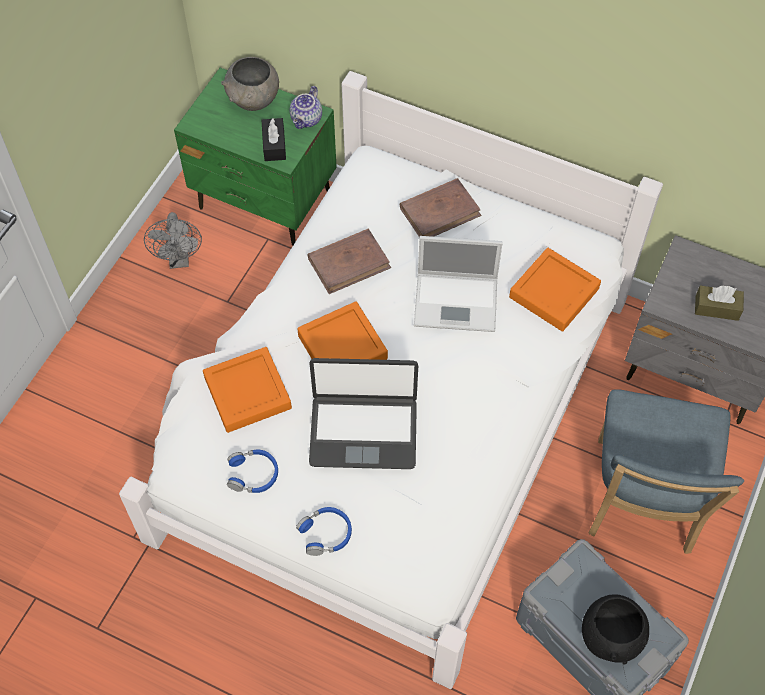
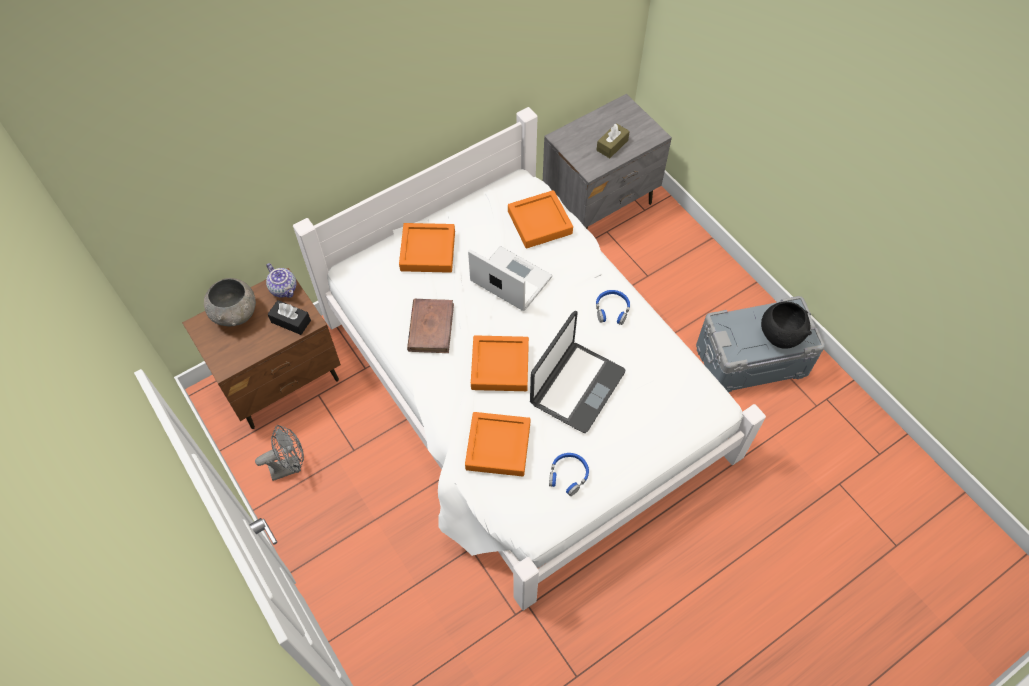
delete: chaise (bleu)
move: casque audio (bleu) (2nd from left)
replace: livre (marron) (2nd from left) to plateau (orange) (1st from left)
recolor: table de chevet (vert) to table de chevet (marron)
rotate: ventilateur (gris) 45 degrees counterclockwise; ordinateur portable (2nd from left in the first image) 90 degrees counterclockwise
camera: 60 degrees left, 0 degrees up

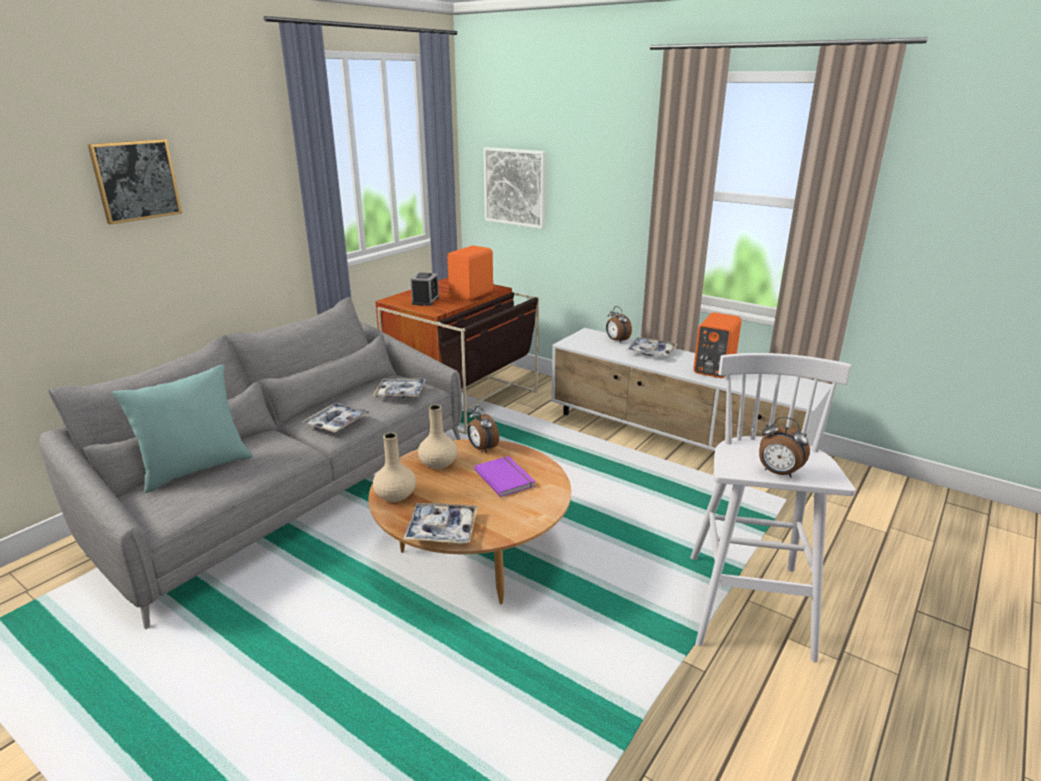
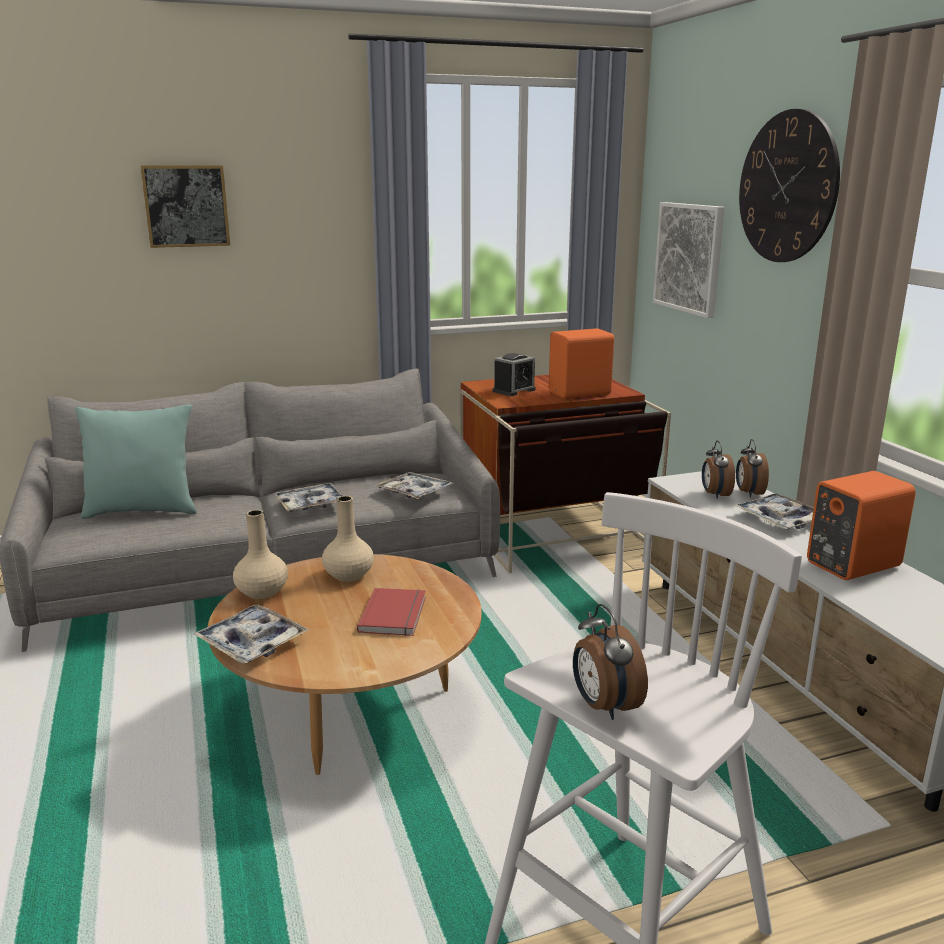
insert: horloge murale
move: réveil (2nd from left in the first image) to réveil (3rd from left)
recolor: livre (violet) to livre (rouge)
camera: 35 degrees right, 5 degrees down

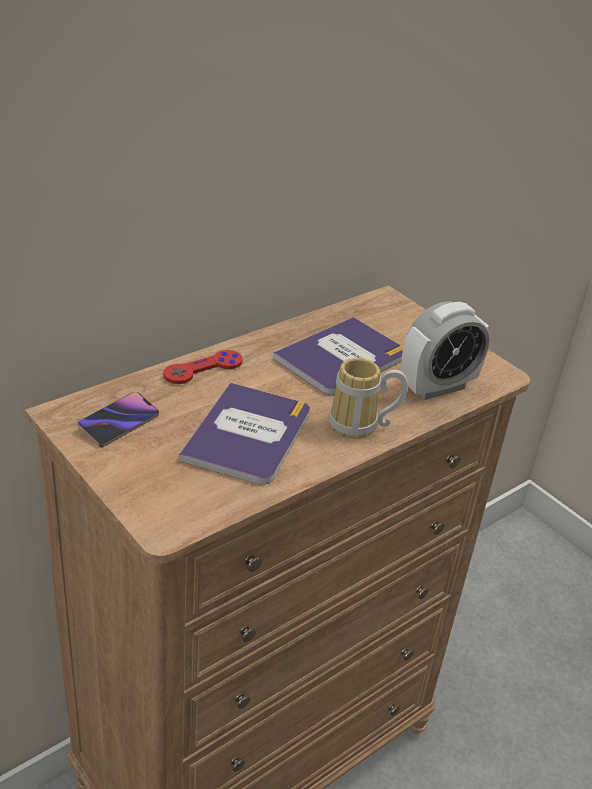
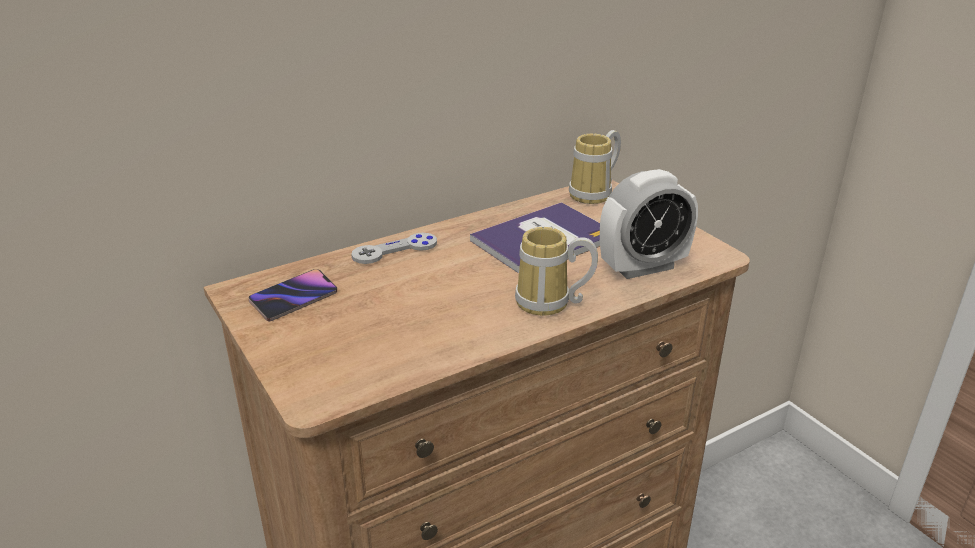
delete: livre (1st from left)
insert: mug (2nd from left)
recolor: manette (rouge) to manette (gris)
camera: 10 degrees right, 5 degrees down

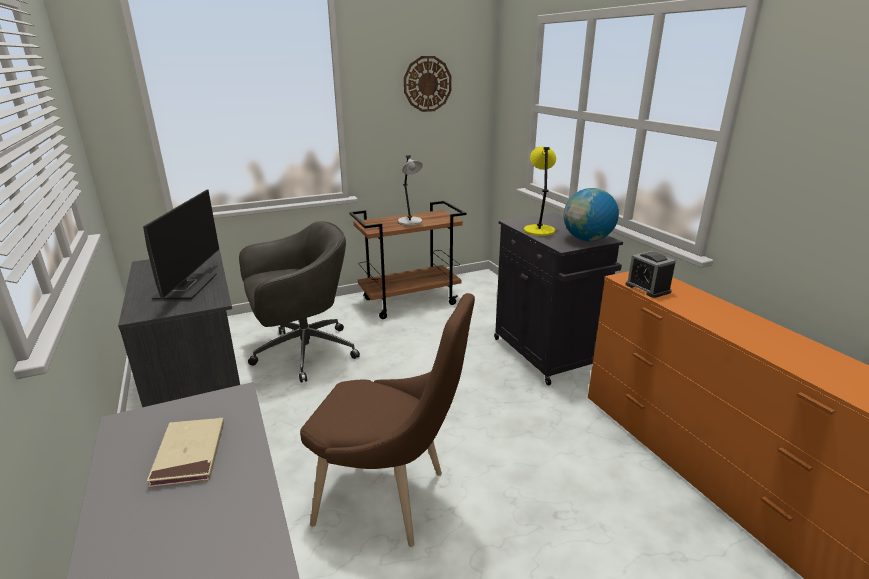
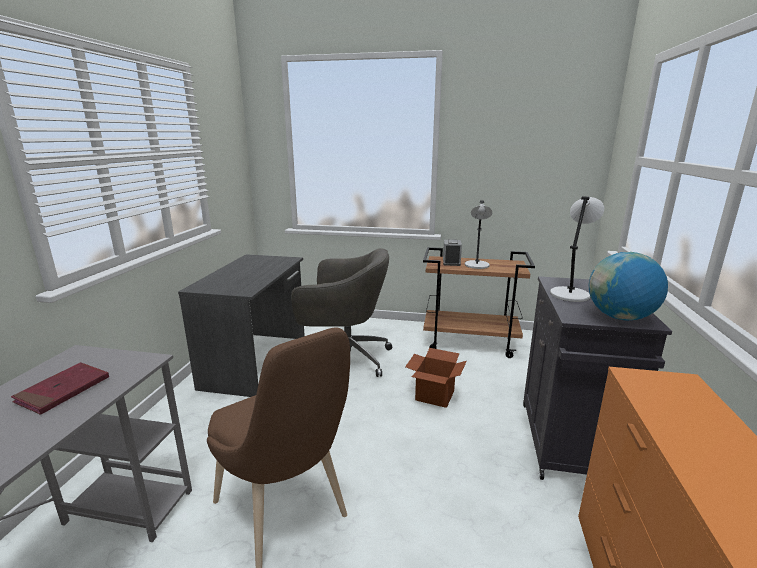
delete: écran d'ordinateur; horloge murale
insert: carton
move: réveil
recolor: livre (beige) to livre (rouge); lampe de table (jaune) to lampe de table (gris) (2nd from left)
camera: 35 degrees right, 5 degrees down

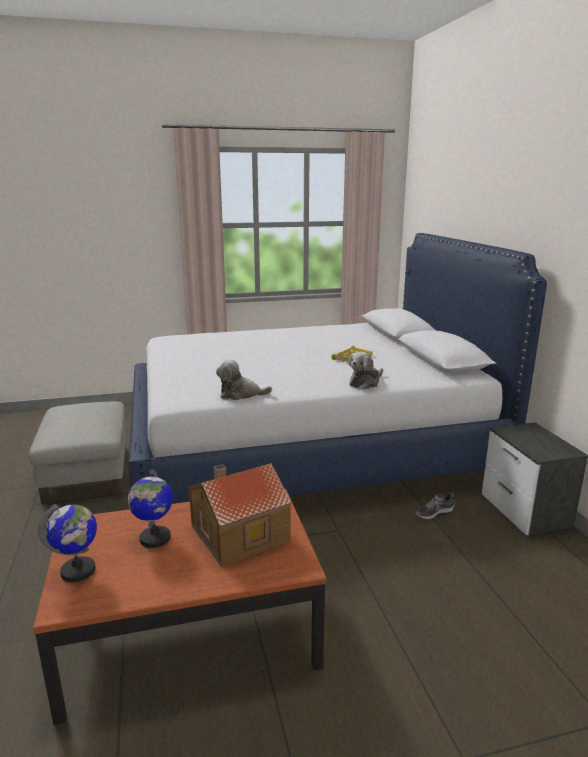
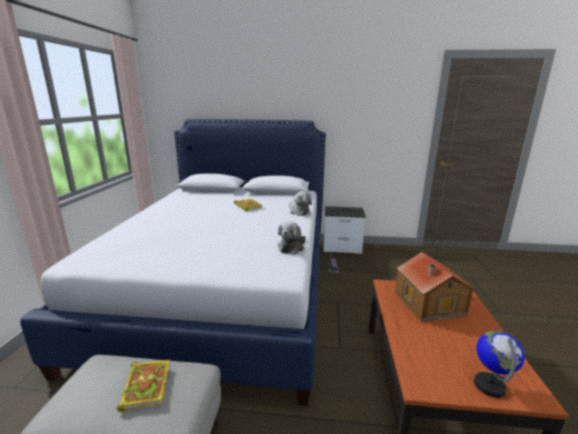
delete: globe (2nd from left)
insert: livre (1st from left)
camera: 70 degrees left, 0 degrees up

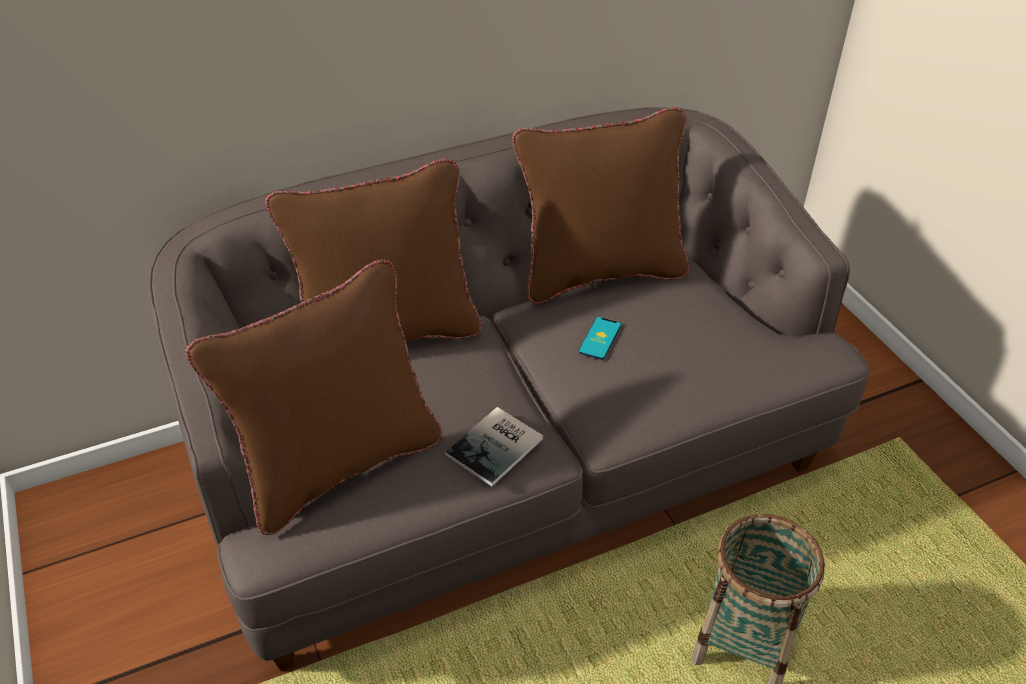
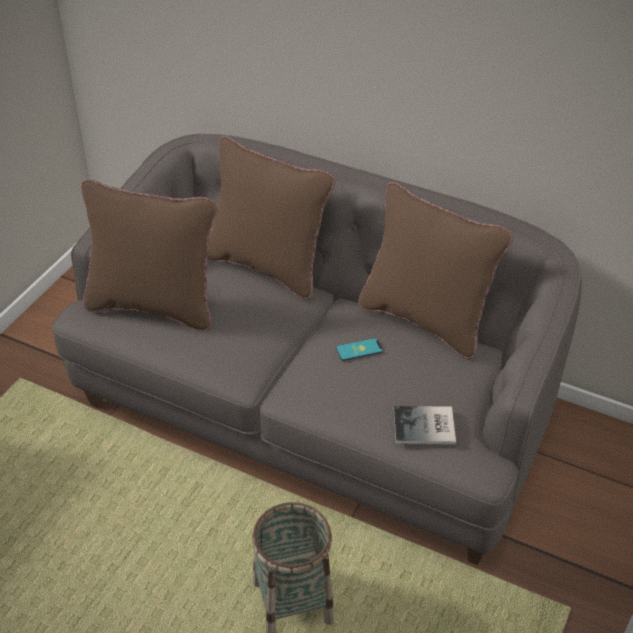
move: livre
camera: 50 degrees right, 0 degrees up

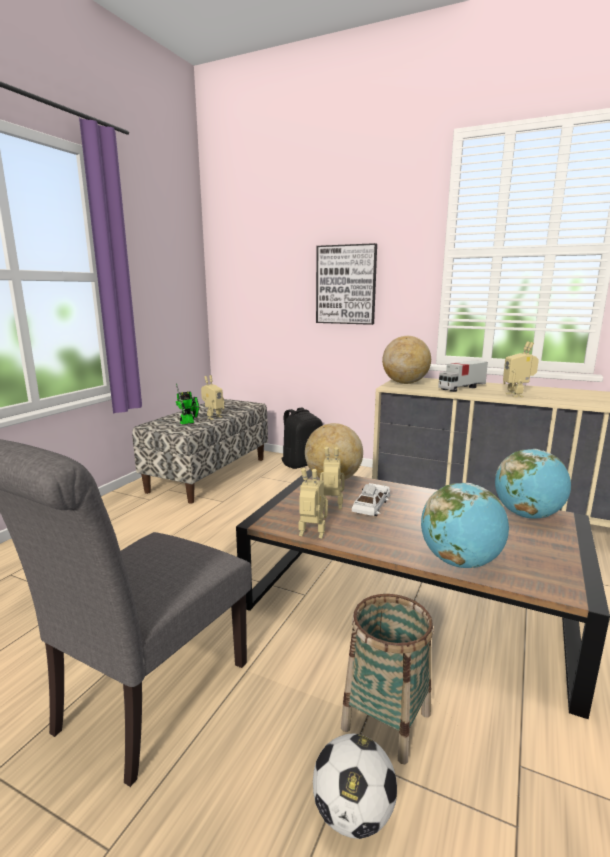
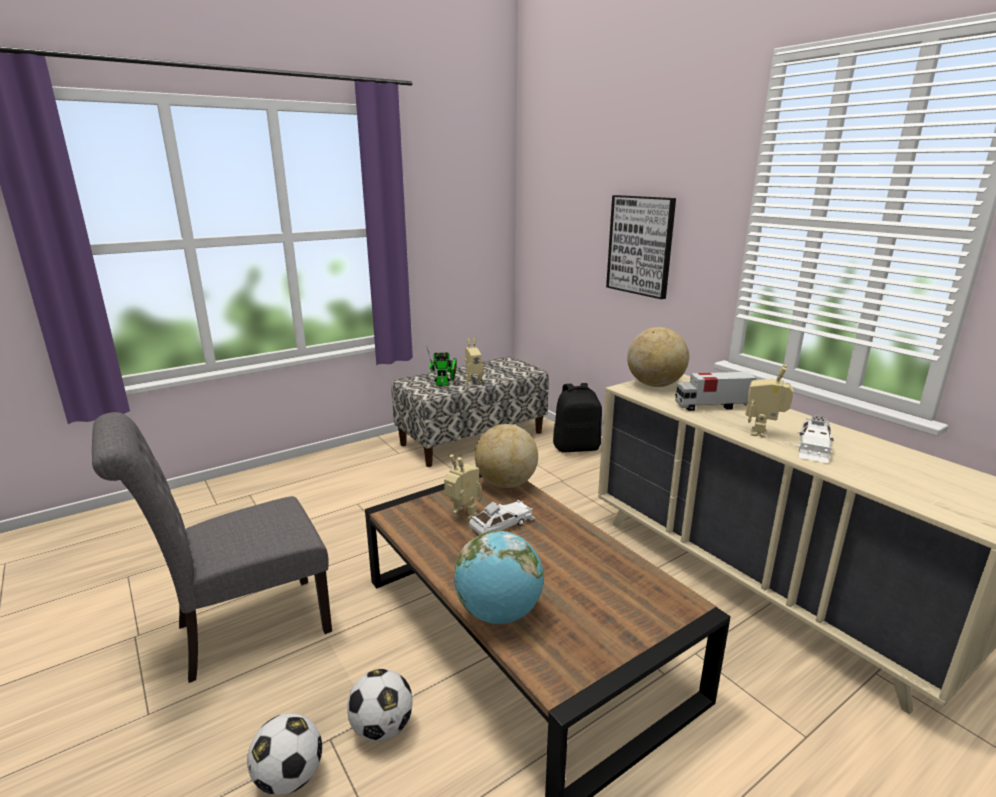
delete: robot jouet (3rd from left); globe (4th from left)
insert: petite voiture (blanc) (2nd from left)
replace: panier to ballon de foot (2nd from left)
camera: 30 degrees right, 5 degrees up

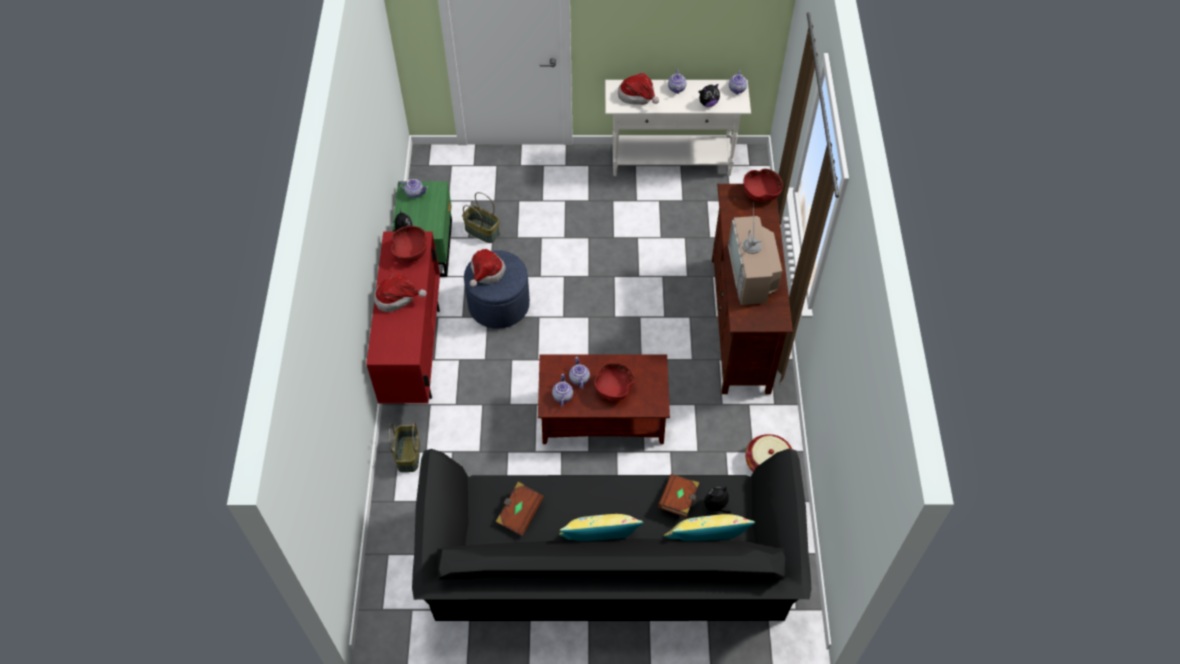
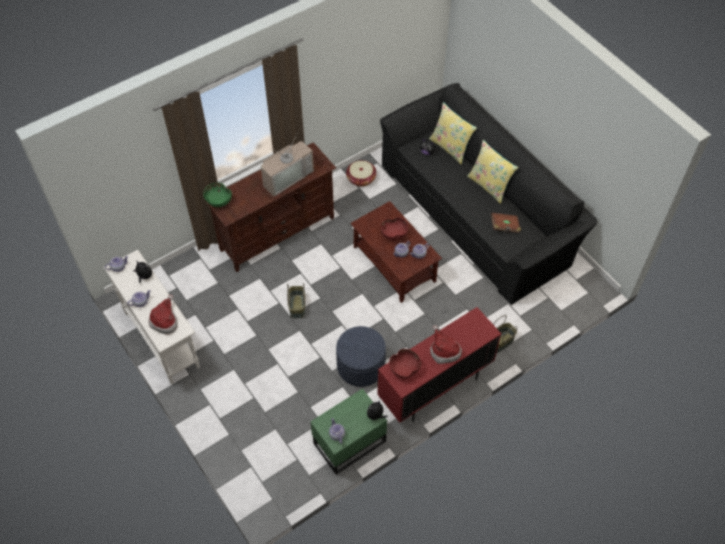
delete: chapeau (2nd from left); livre (marron) (2nd from left)
move: panier (2nd from left in the first image) to panier (1st from left)
recolor: bol (rouge) (3rd from left) to bol (vert)
camera: 125 degrees left, 0 degrees up

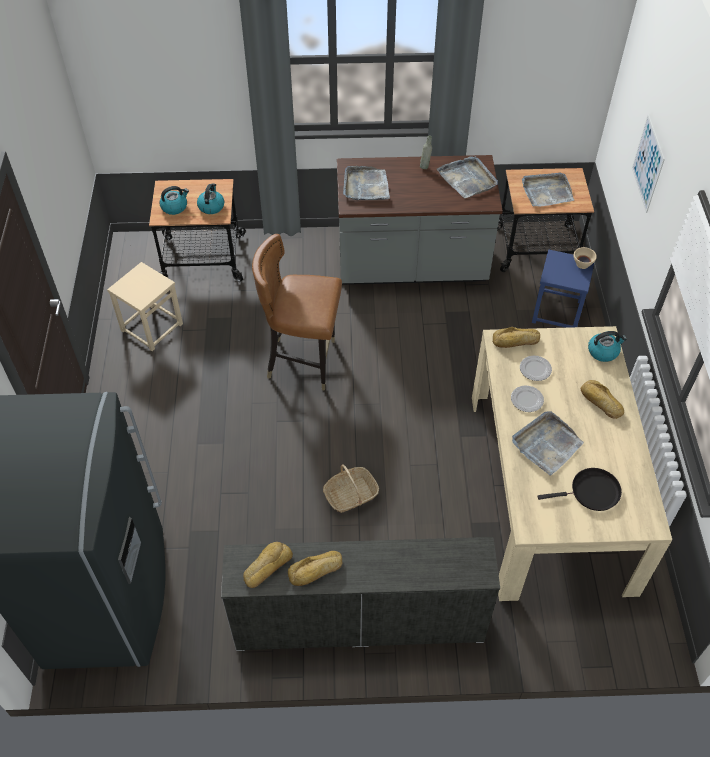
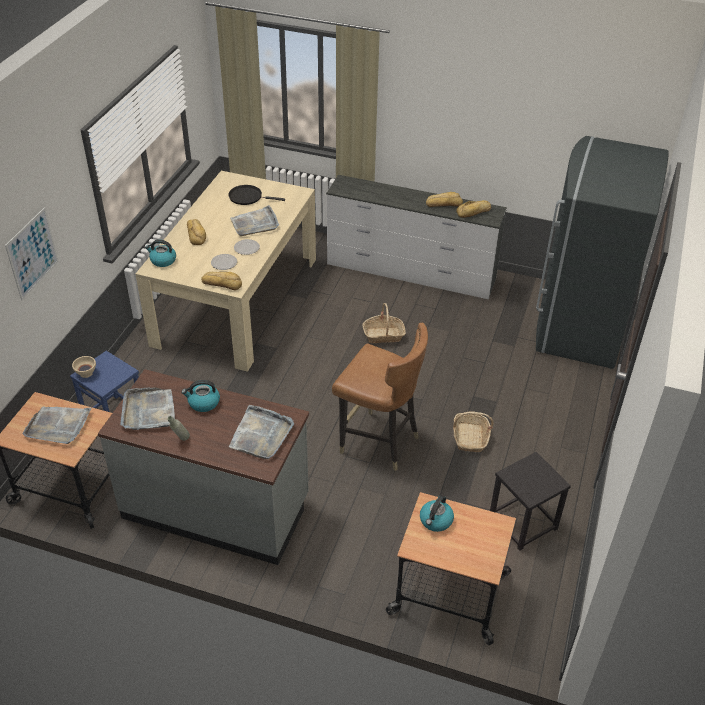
insert: panier (2nd from left)
move: bouilloire (1st from left in the first image) to bouilloire (2nd from left)
recolor: tabouret (beige) to tabouret (noir)
camera: 160 degrees left, 10 degrees down

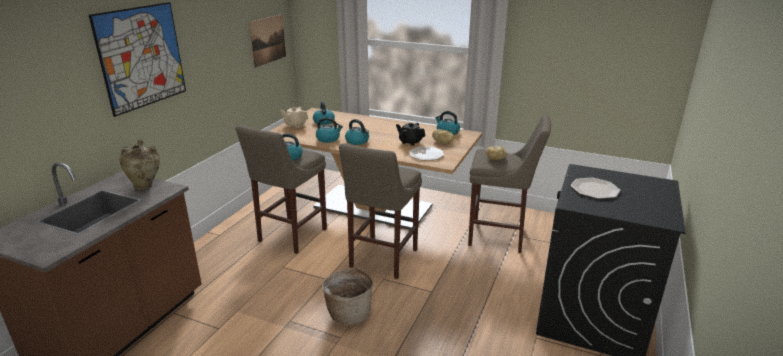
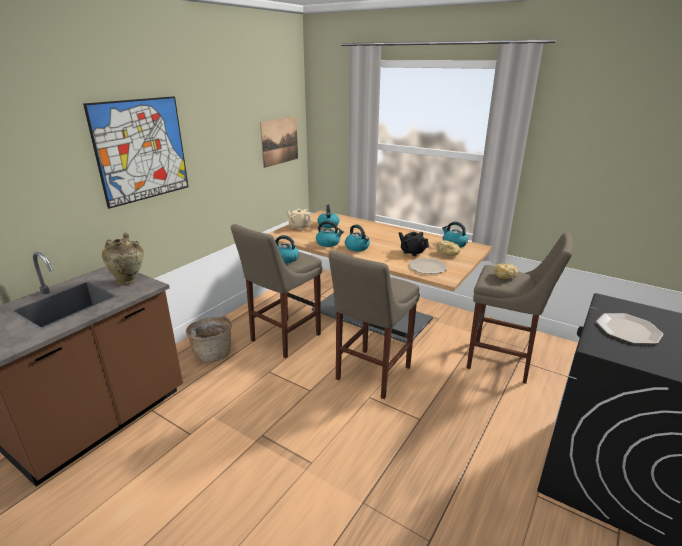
move: panier
camera: 10 degrees right, 0 degrees up

